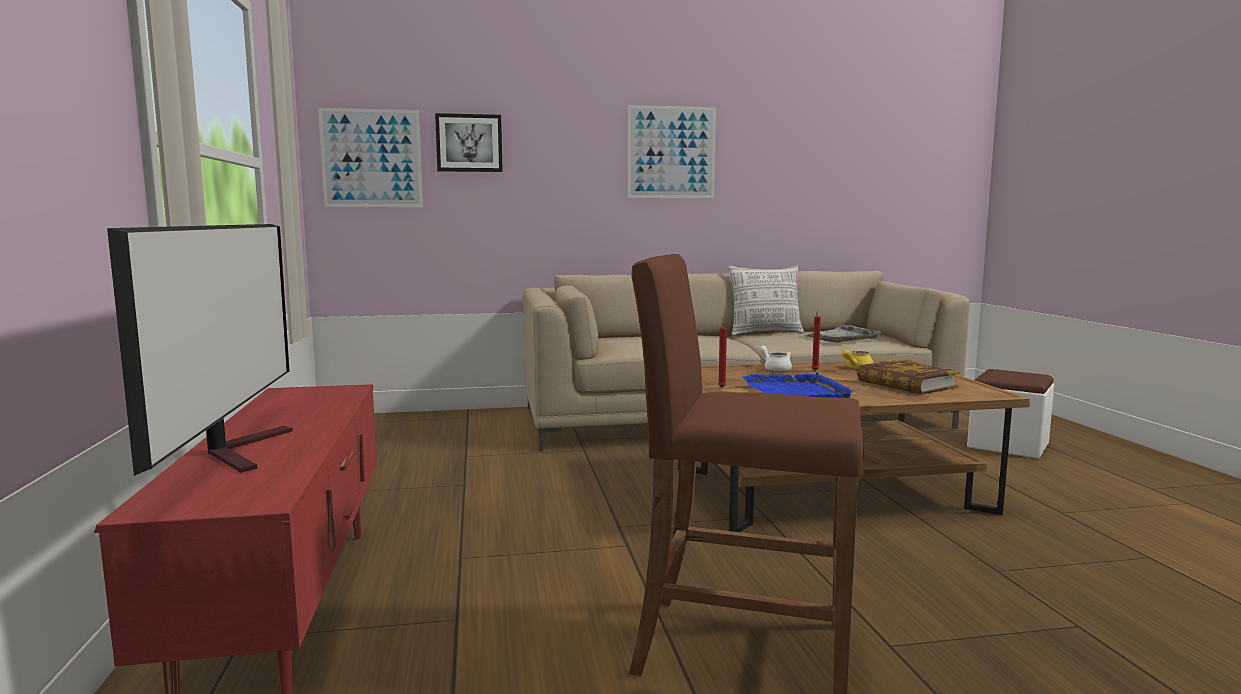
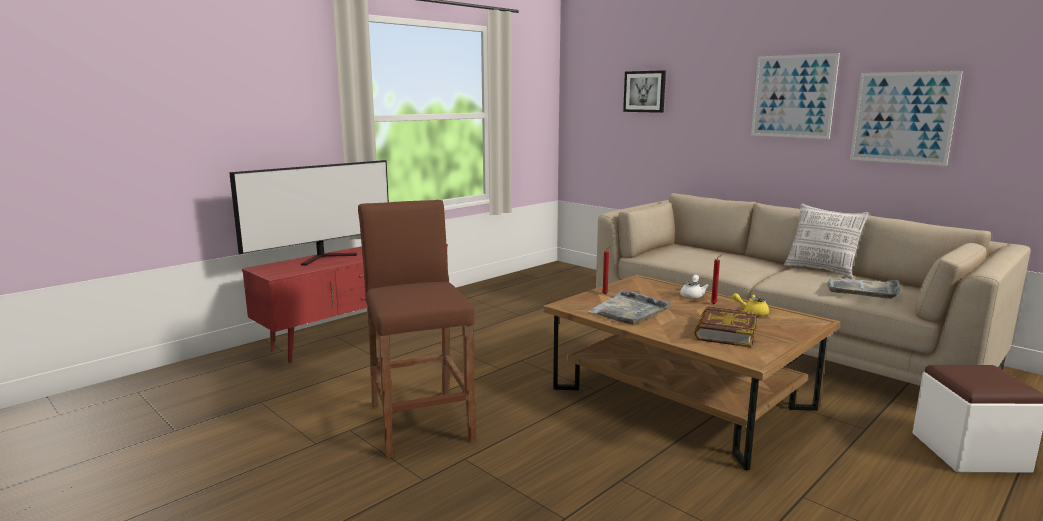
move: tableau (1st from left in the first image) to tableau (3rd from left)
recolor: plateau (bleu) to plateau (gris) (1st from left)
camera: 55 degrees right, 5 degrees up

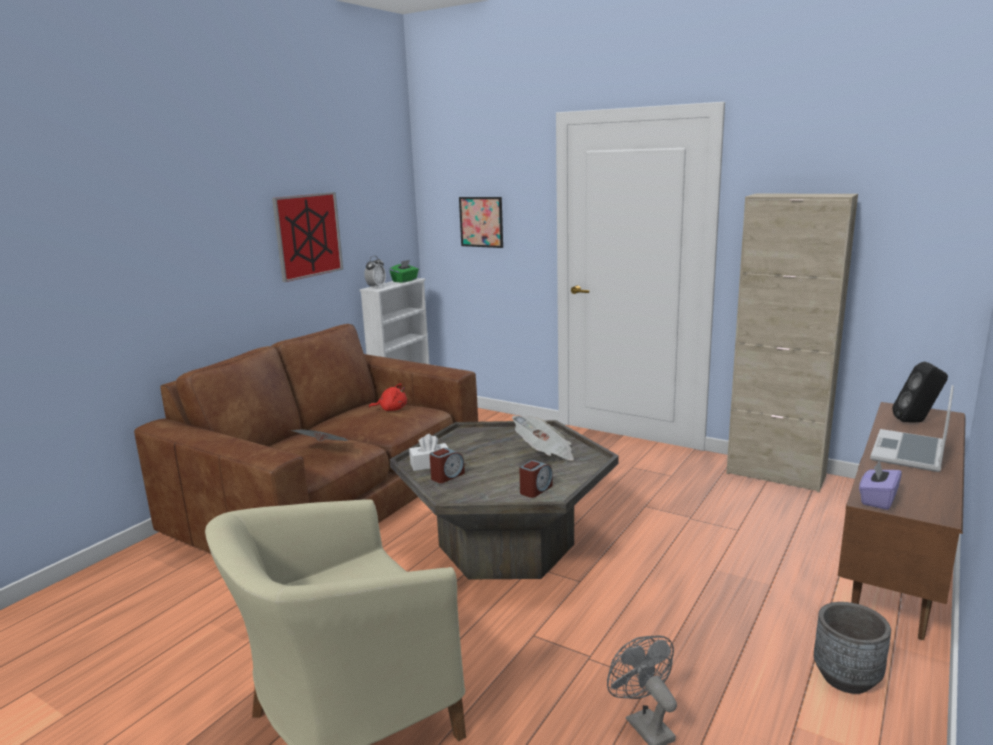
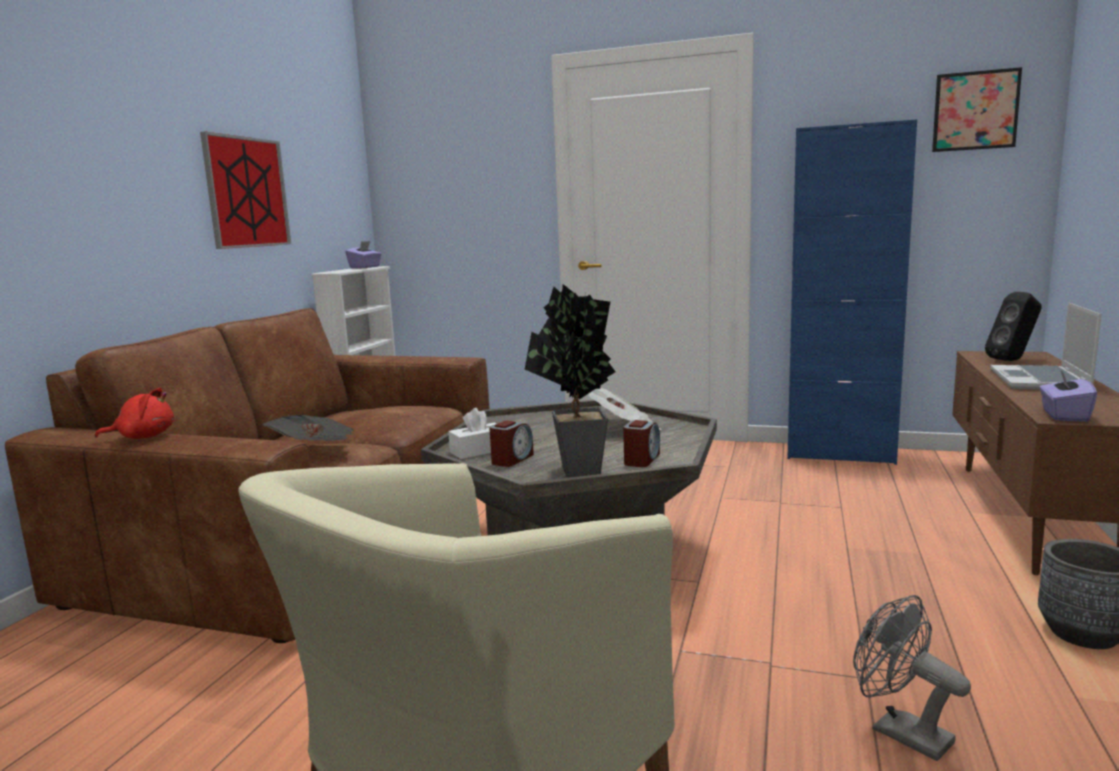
delete: réveil (1st from left)
insert: plante en pot
move: peluche (rouge); tableau (2nd from left)
recolor: boîte à mouchoirs (vert) to boîte à mouchoirs (violet) (1st from left); meuble de rangement (beige) to meuble de rangement (bleu)
camera: 15 degrees left, 5 degrees down

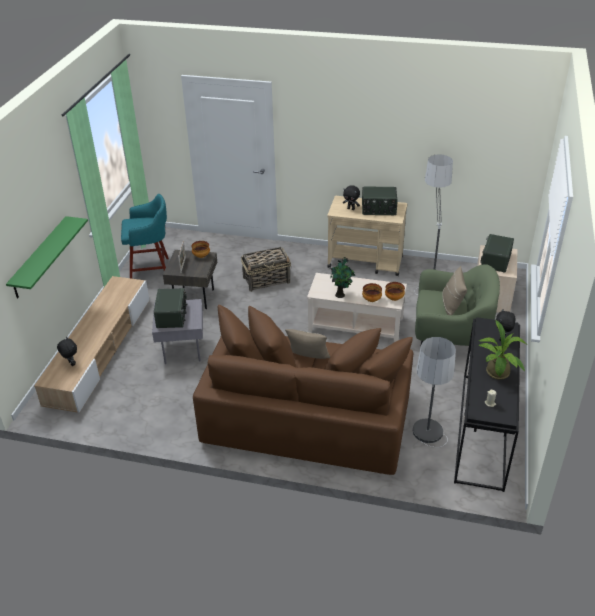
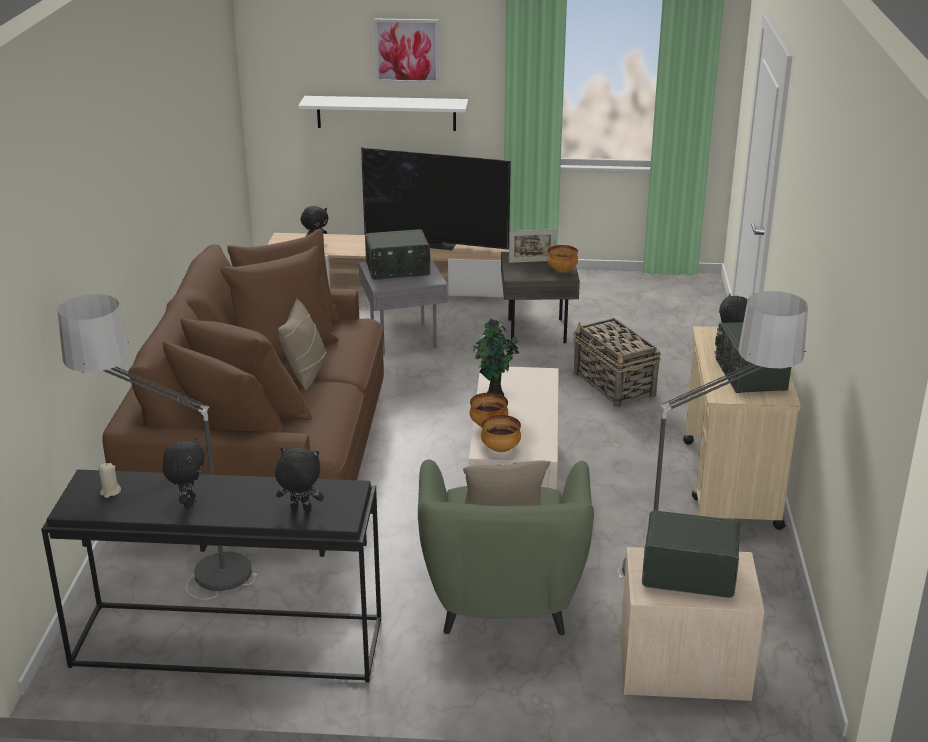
delete: tabouret (turquoise)
insert: téléviseur; tableau
replace: plante en pot (2nd from left) to peluche (noir) (1st from left)
recolor: étagère (vert) to étagère (blanc)
camera: 80 degrees right, 10 degrees down

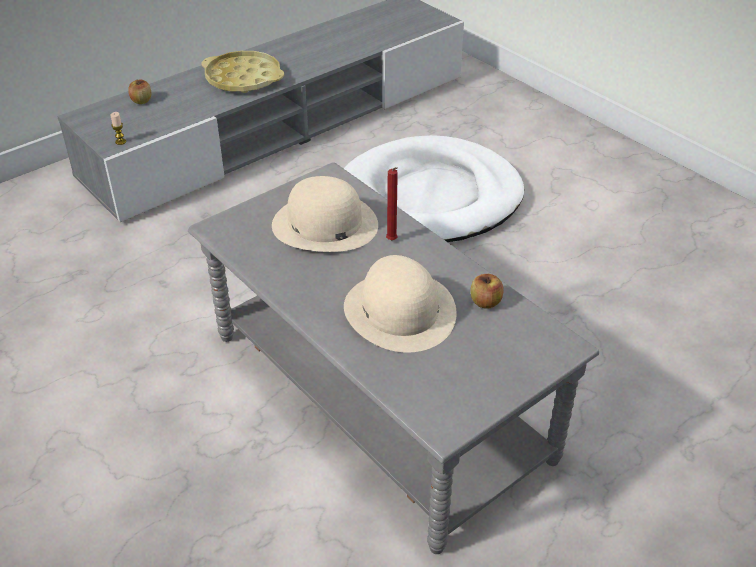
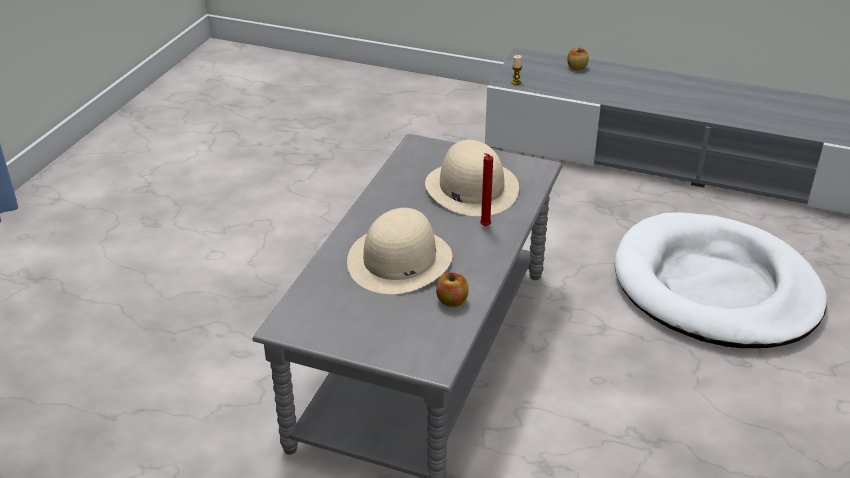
delete: plateau (jaune)
camera: 60 degrees right, 5 degrees down

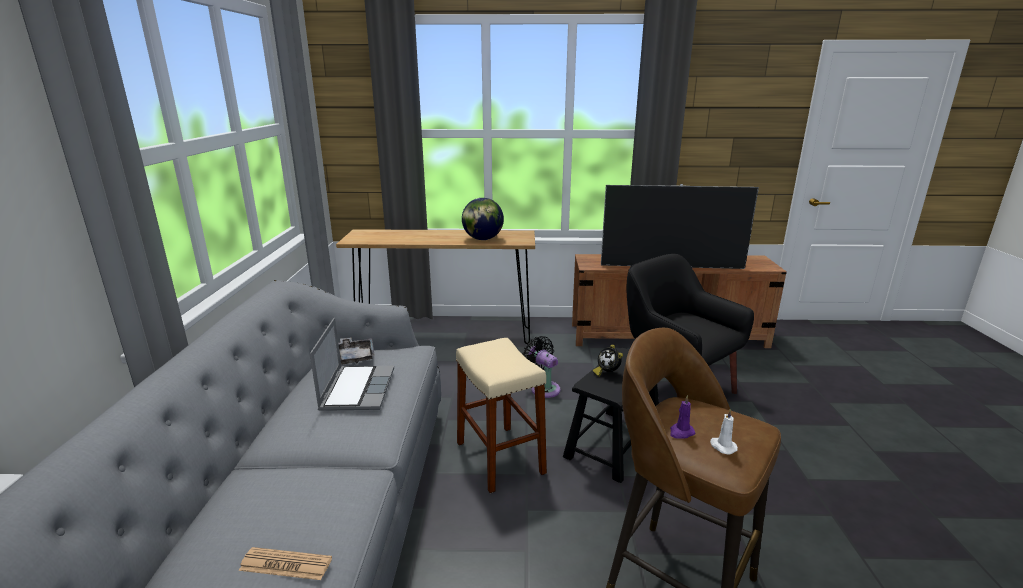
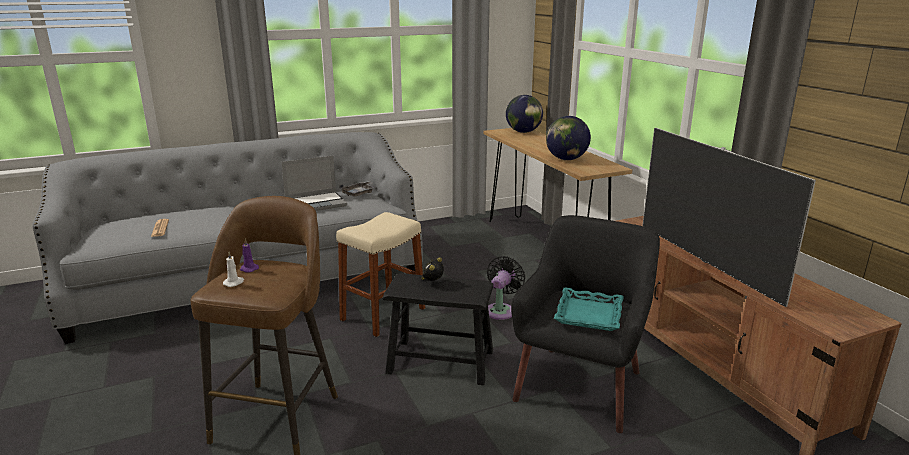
insert: globe (1st from left); plateau (turquoise)
camera: 65 degrees right, 0 degrees up

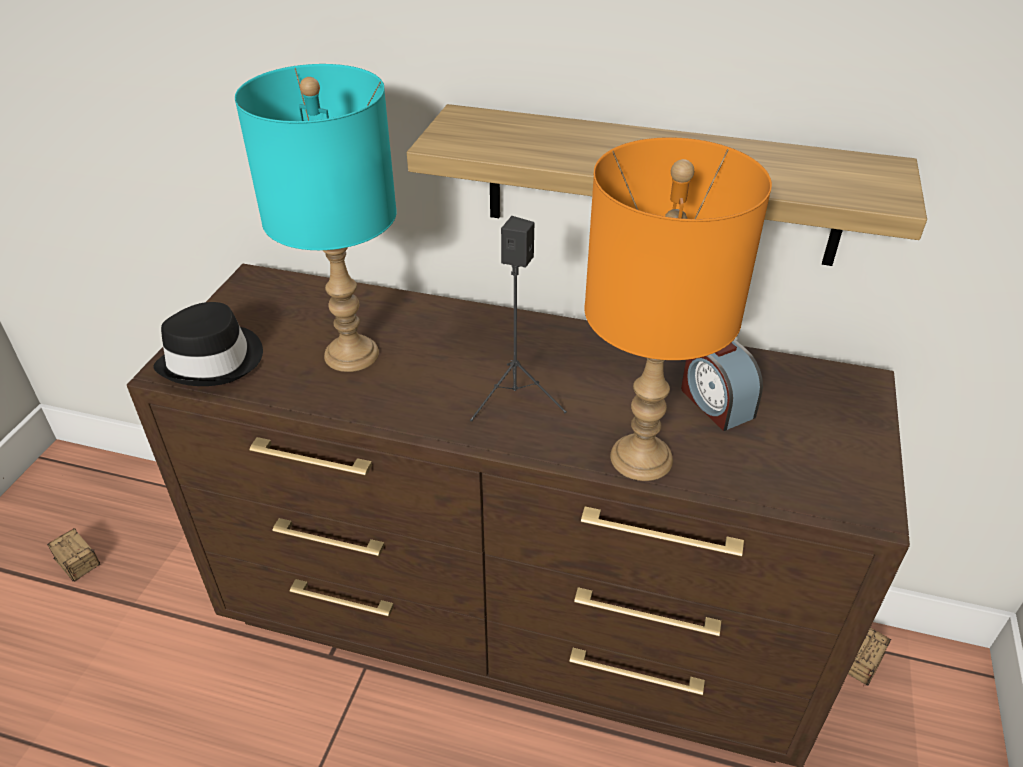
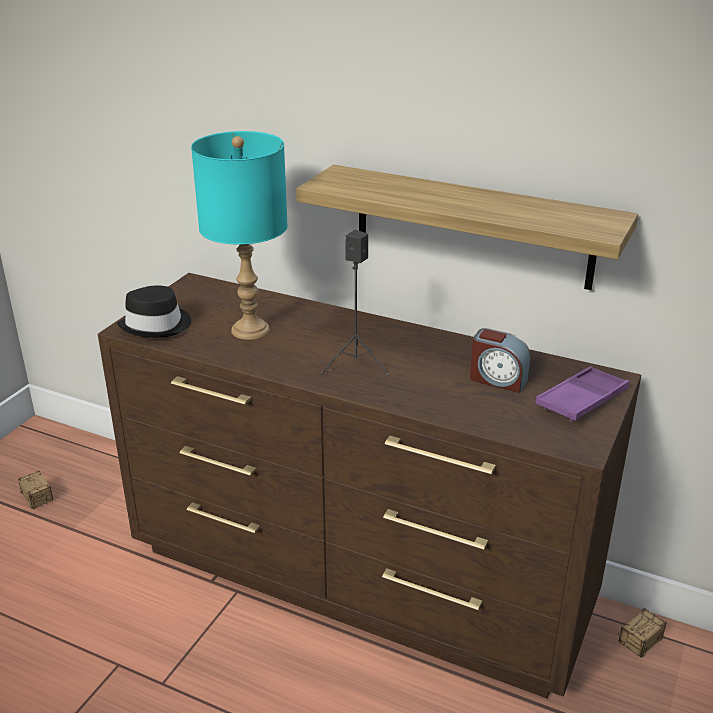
delete: lampe de table (orange)
insert: plateau (violet)
rotate: réveil 45 degrees counterclockwise
camera: 10 degrees right, 10 degrees down

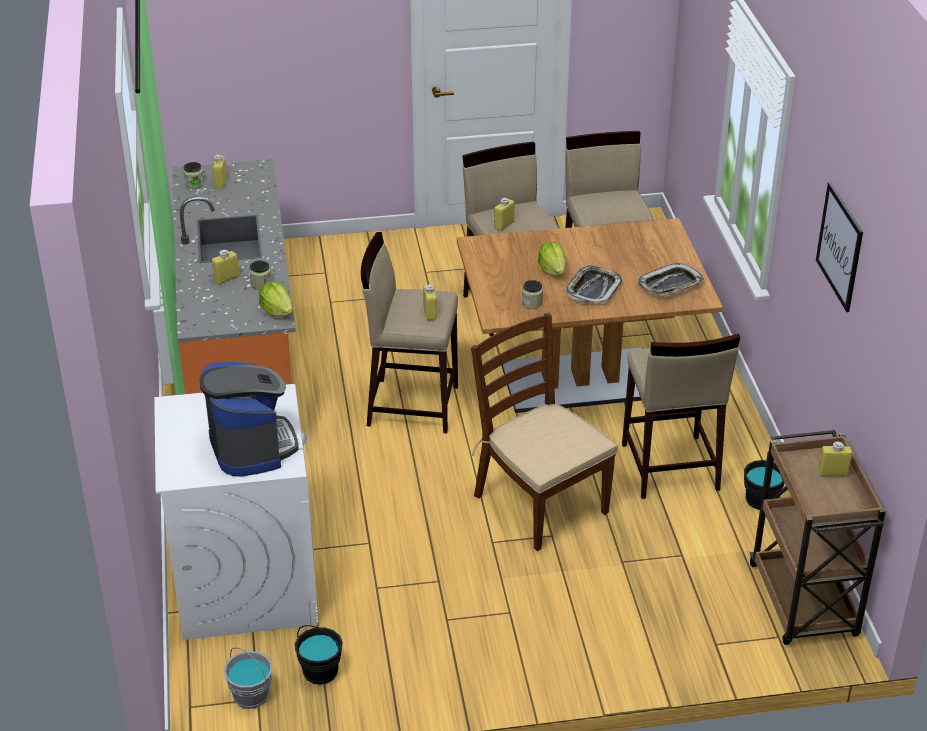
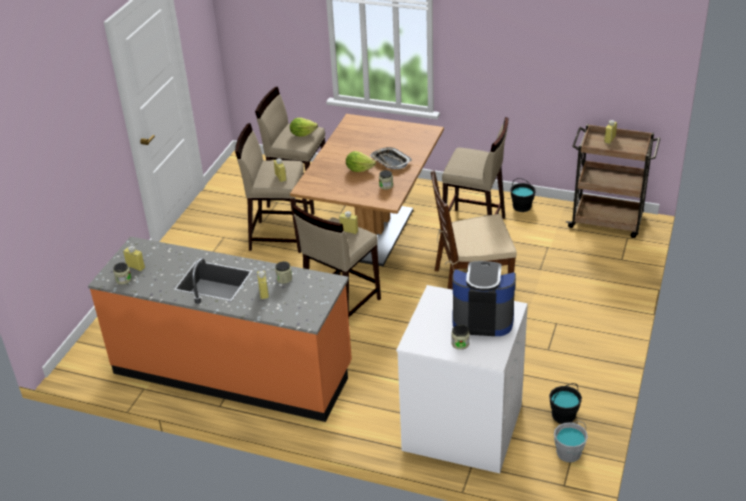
delete: plateau (2nd from left); tableau
insert: bocal (4th from left)
move: laitue (1st from left)
camera: 60 degrees left, 0 degrees up

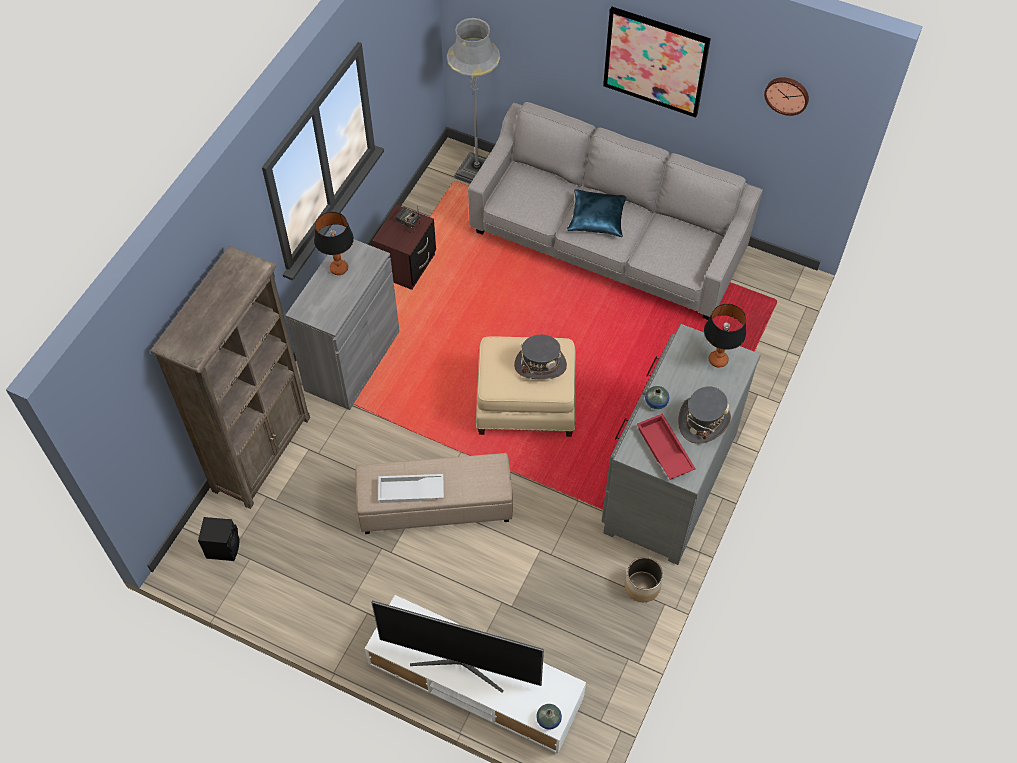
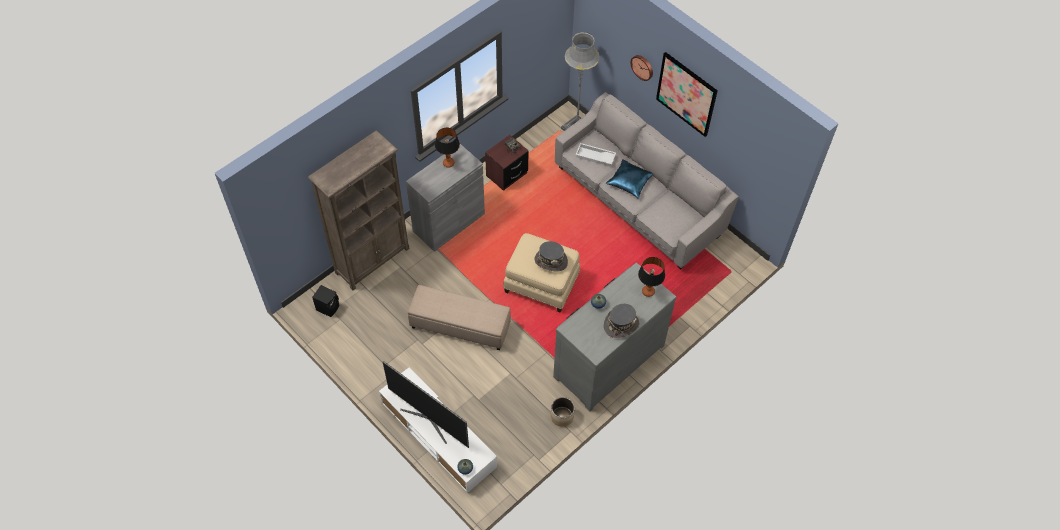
delete: plateau (rouge)
move: plateau (blanc); horloge murale
camera: 20 degrees right, 0 degrees up

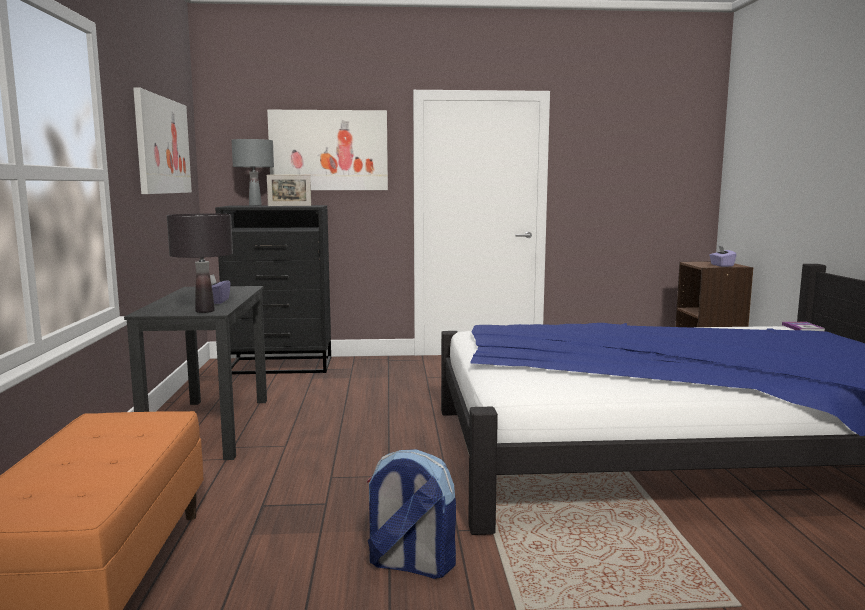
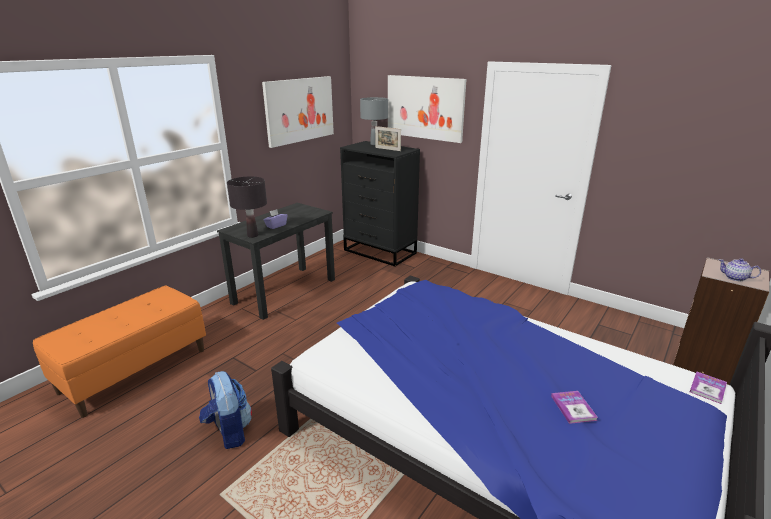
insert: livre (1st from left)
replace: boîte à mouchoirs (violet) (2nd from left) to théière
camera: 40 degrees right, 15 degrees up

